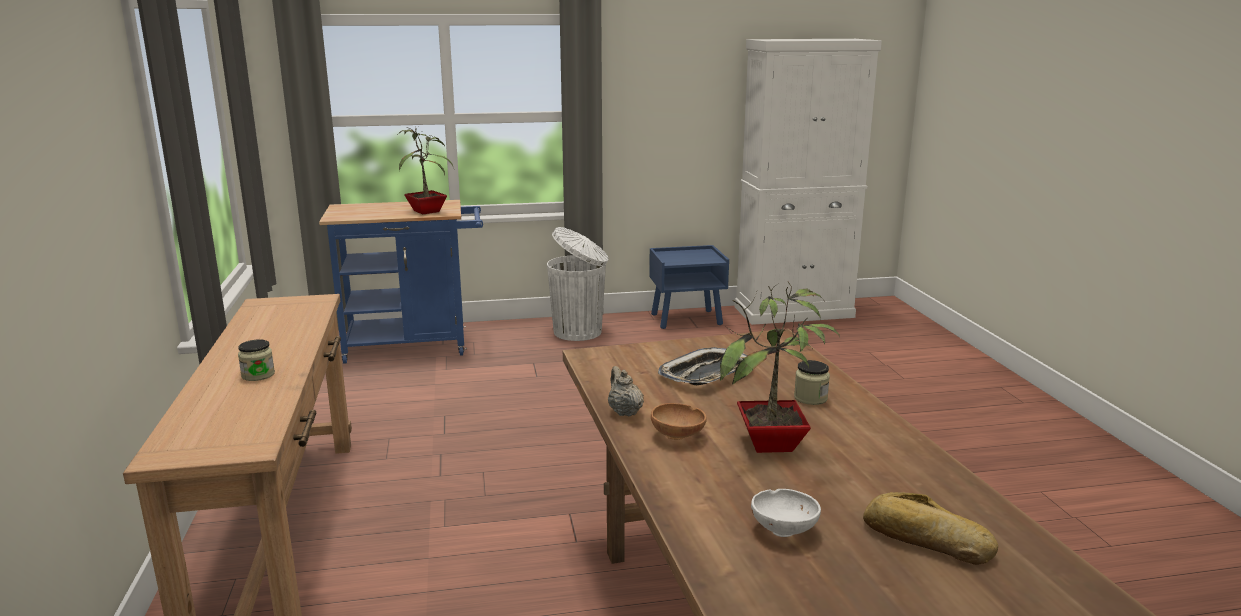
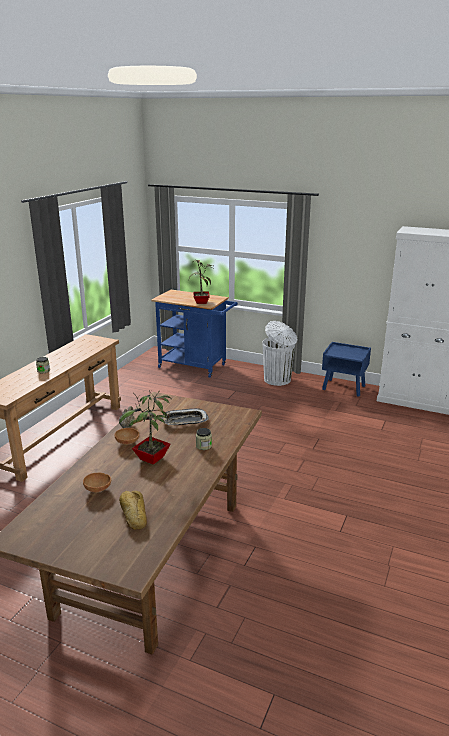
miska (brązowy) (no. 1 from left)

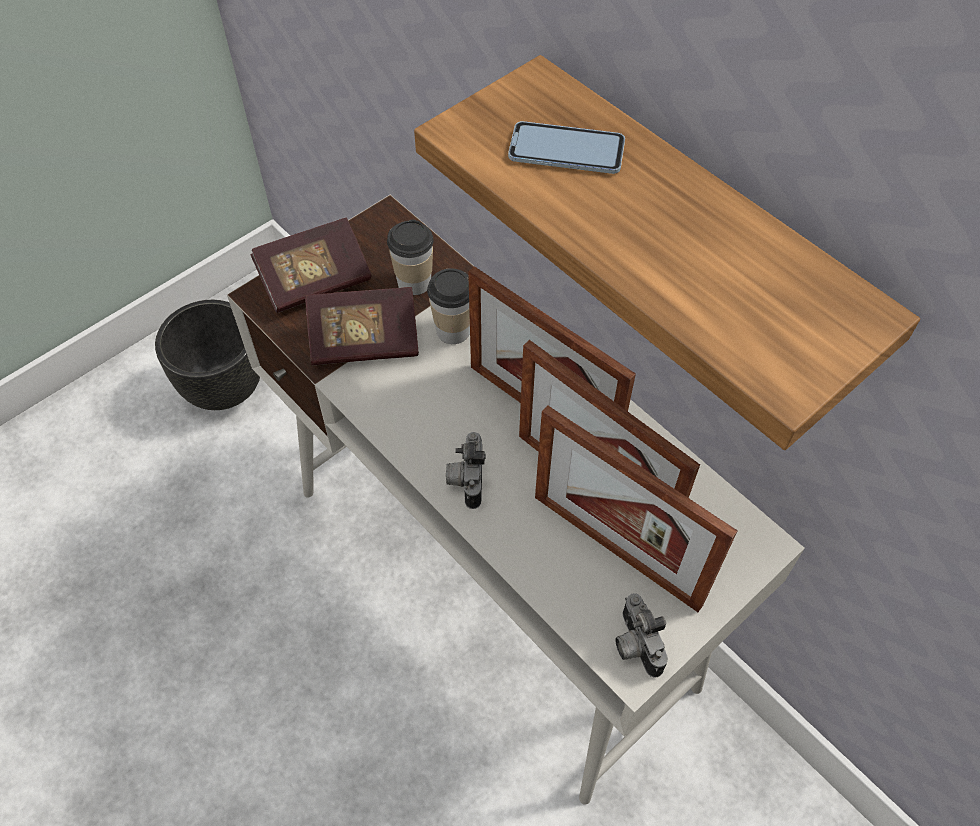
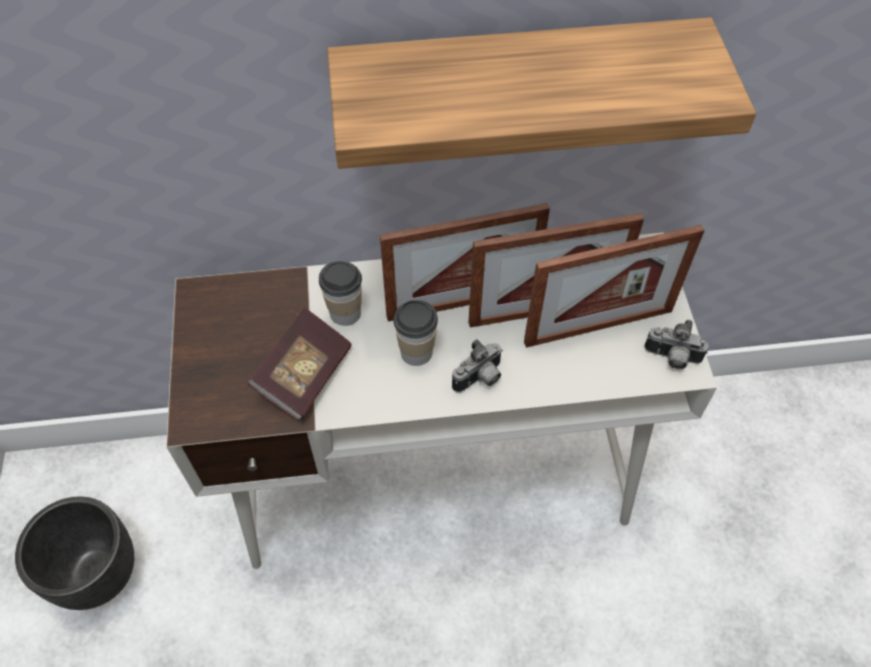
książka (no. 1 from left in the first image); telefon; filiżanka (no. 2 from left); aparat fotograficzny (no. 1 from left)

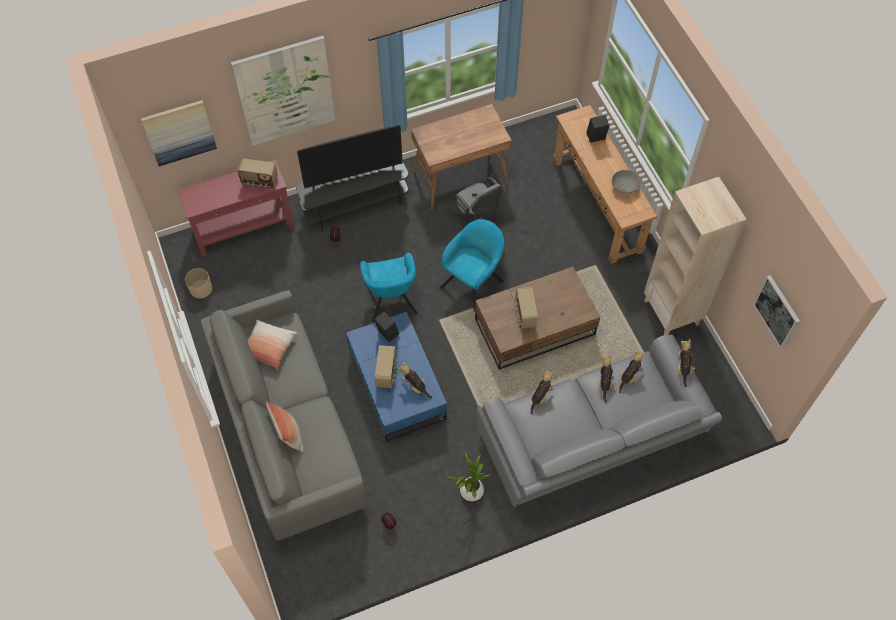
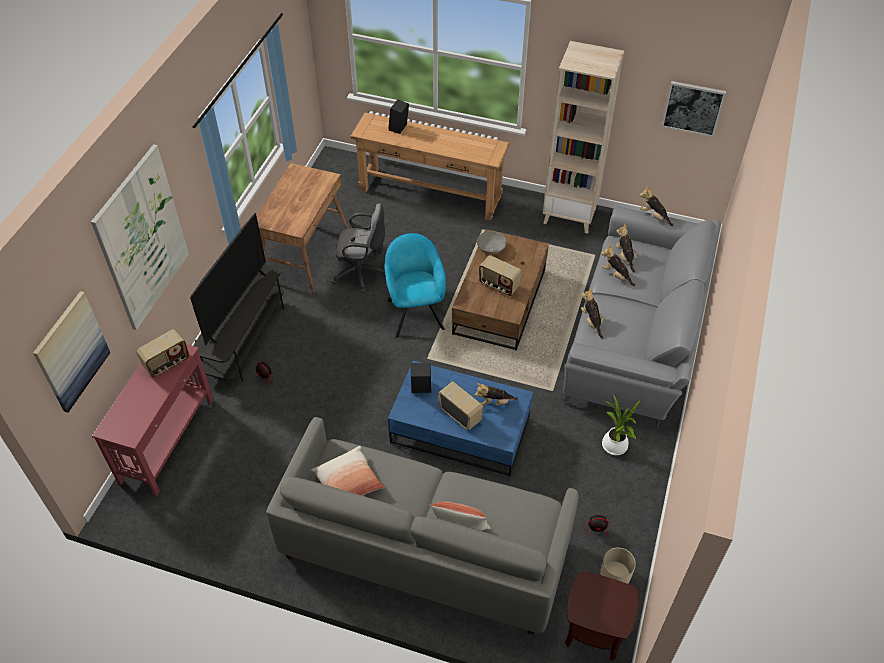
fotel (turkusowy) (no. 1 from left in the first image); stolik (brązowy); donica (beżowy); miska (szary)

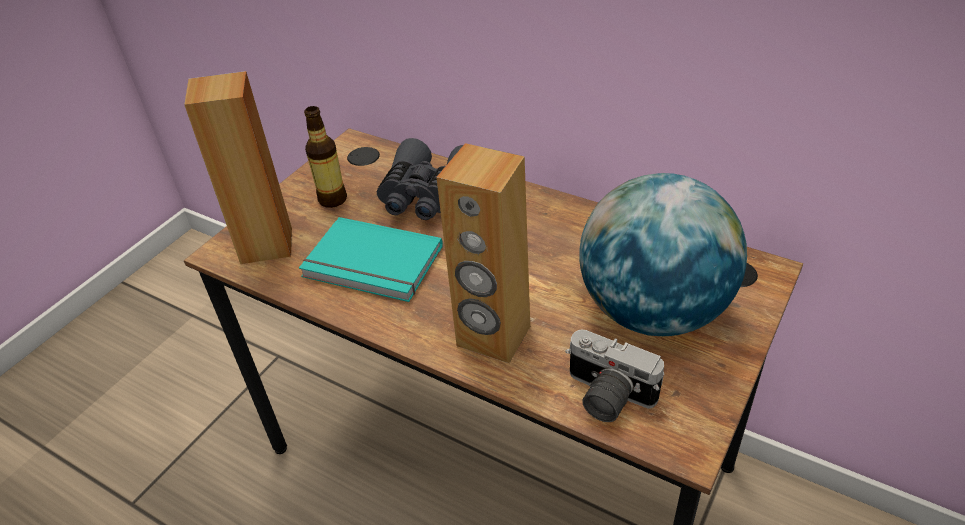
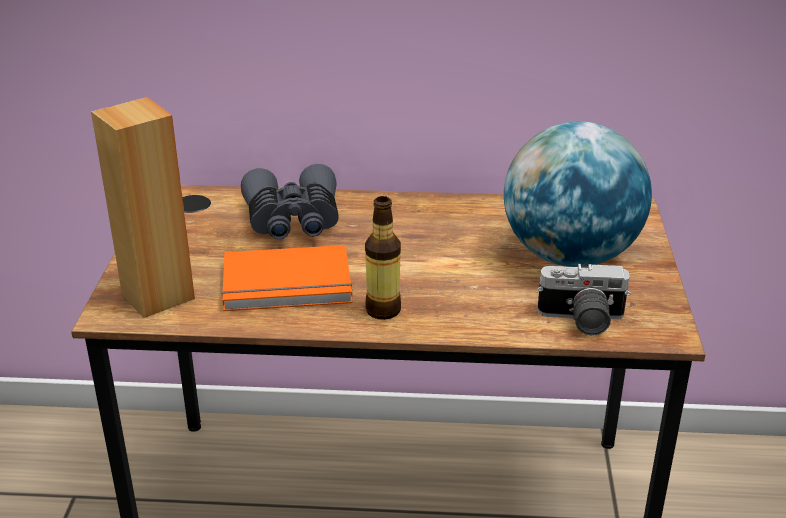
głośnik (brązowy) (no. 2 from left in the first image); butelka; książka (pomarańczowy)

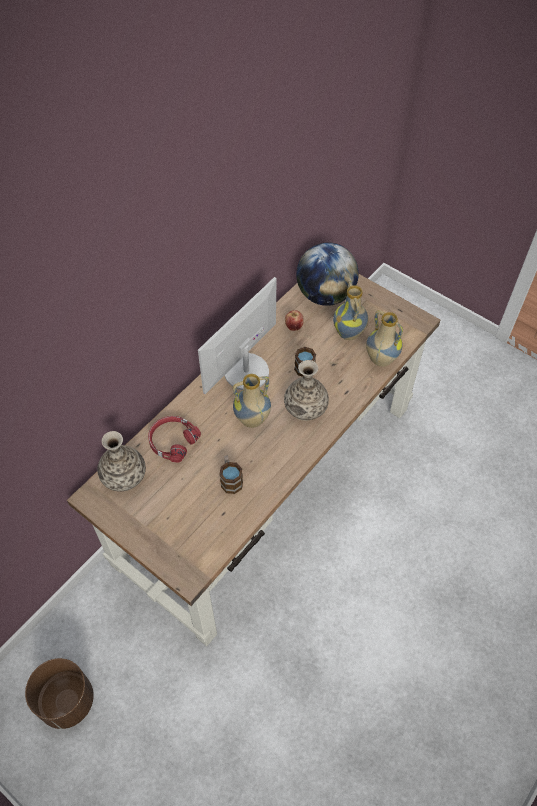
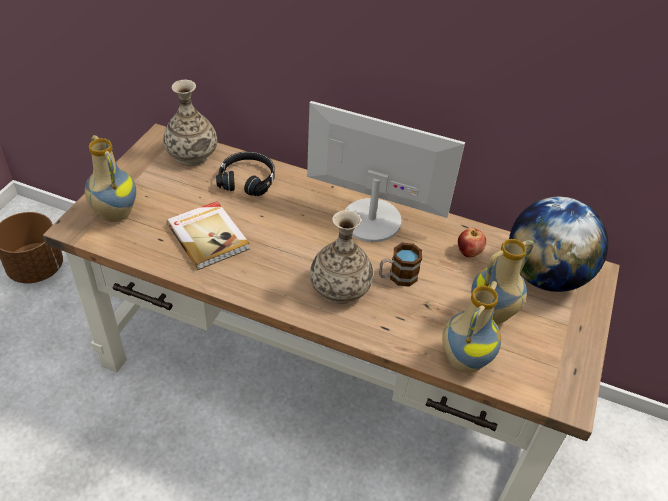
wazon (no. 1 from left); książka; słuchawki (czarny)

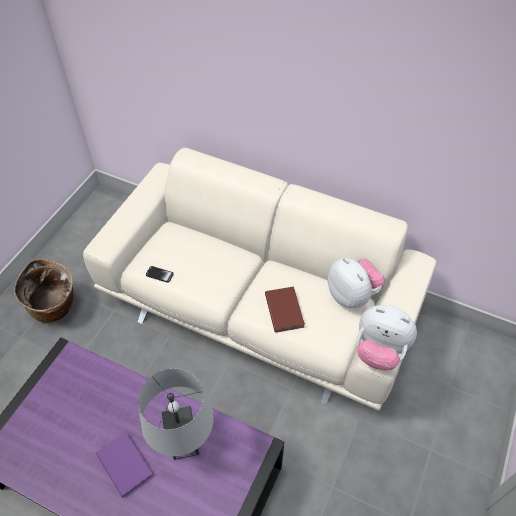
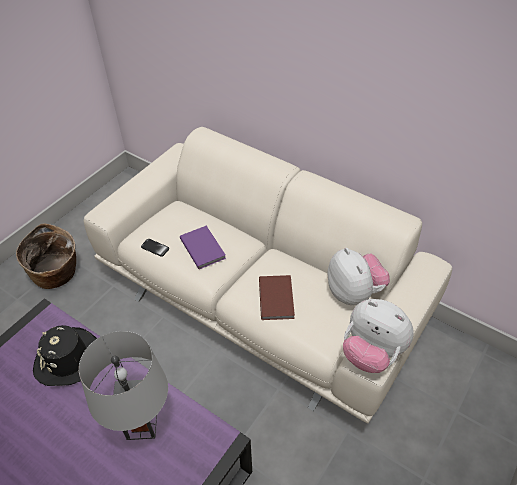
kapelusz (czarny); książka (fioletowy)

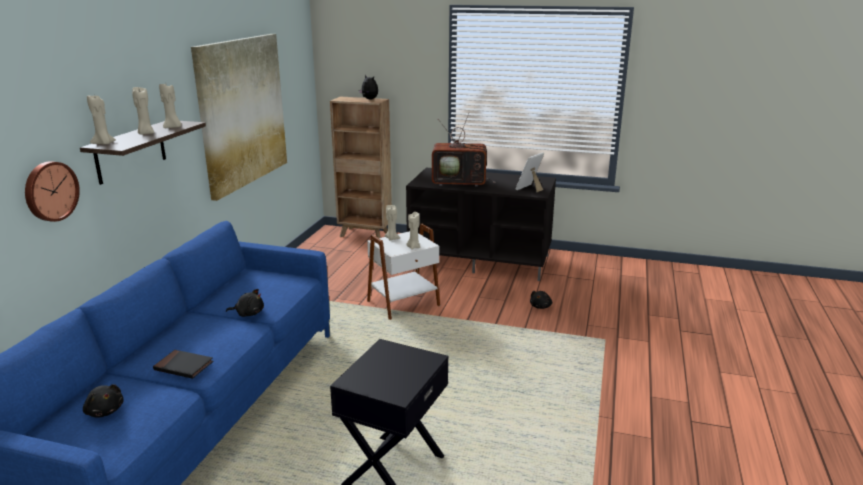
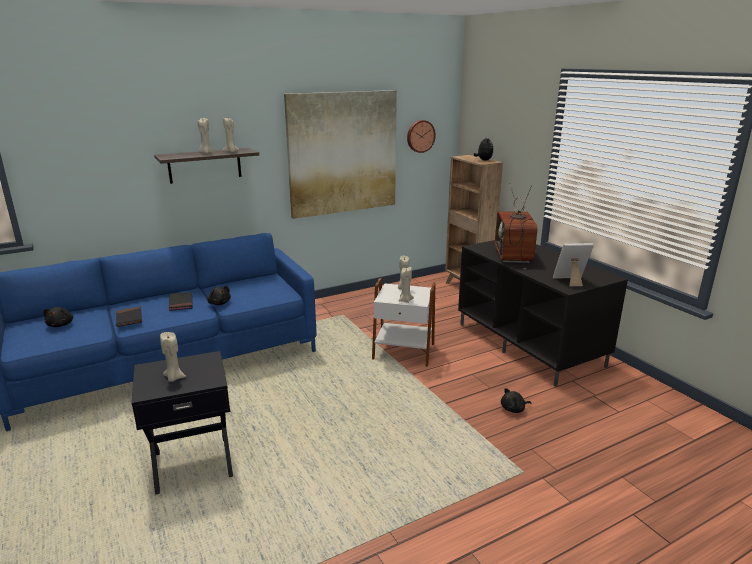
książka (czarny) (no. 2 from left); zegar ścienny; świeca (beżowy) (no. 1 from left); telewizor

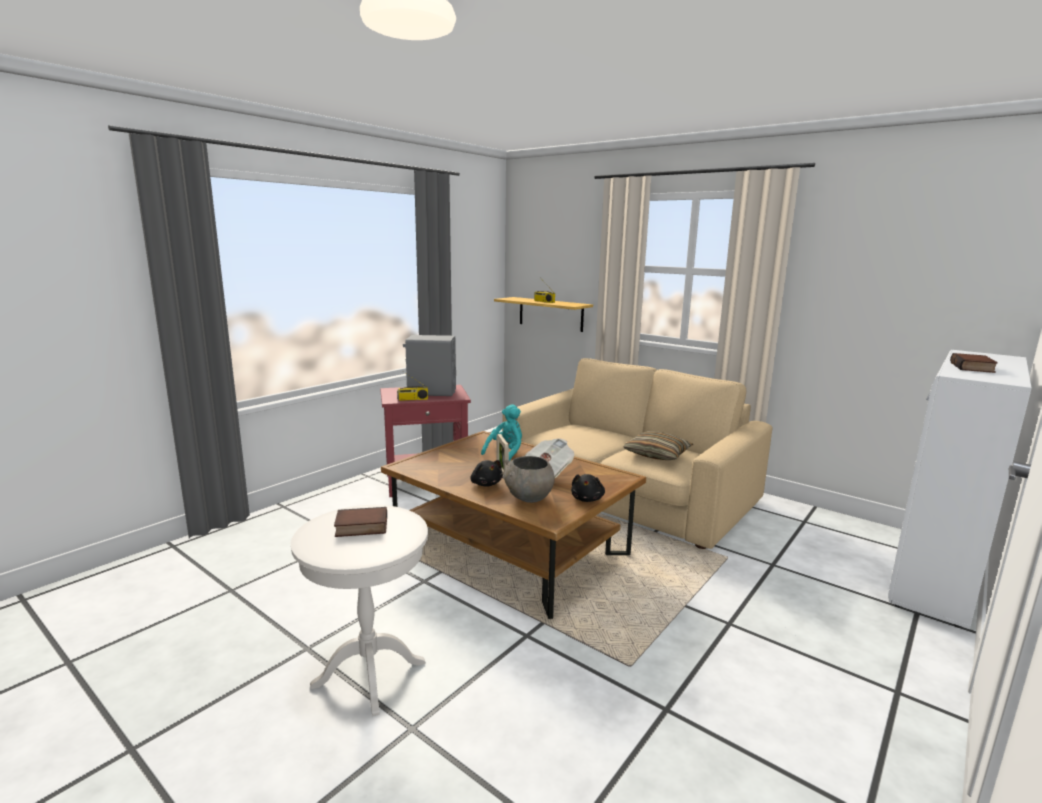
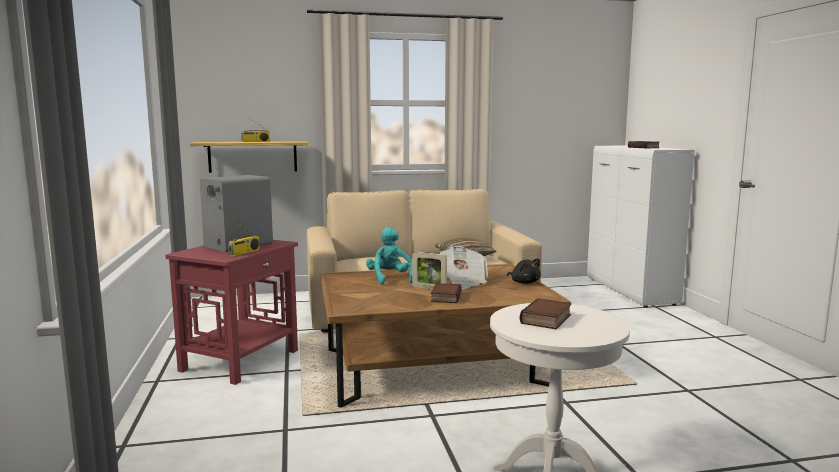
miska (szary); książka (no. 1 from left)

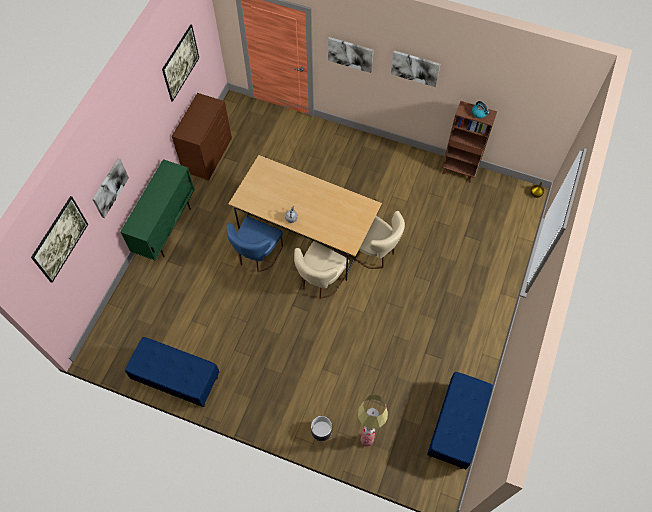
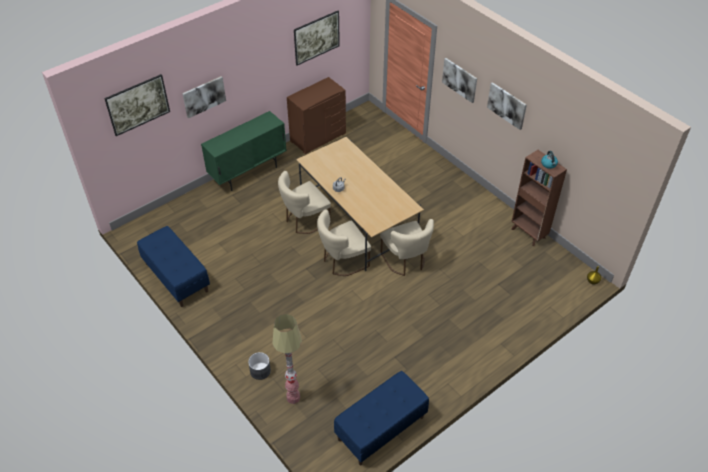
krzesło (beżowy) (no. 1 from left)

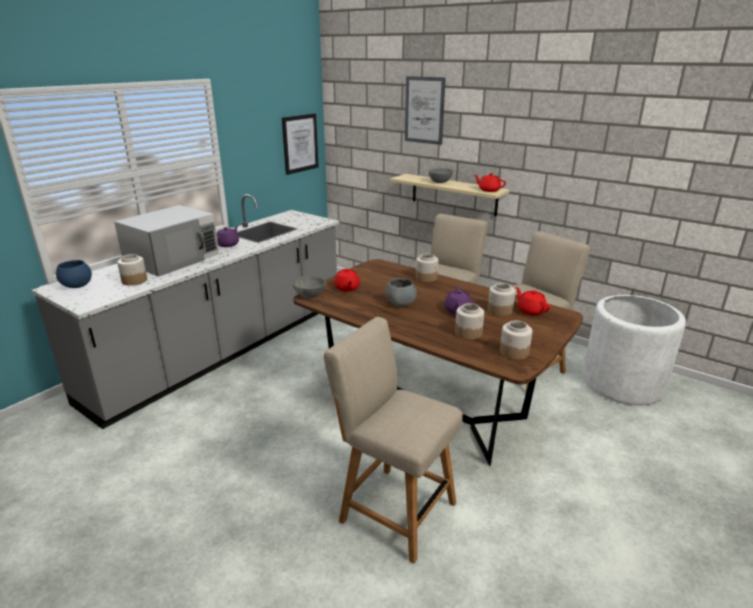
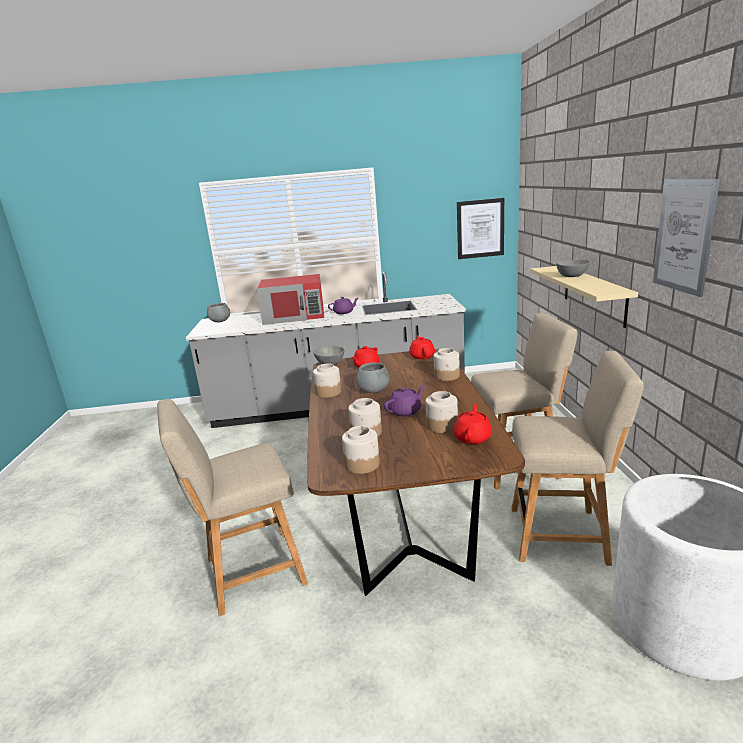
słoik (no. 1 from left); obraz (no. 2 from left); imbryk (czerwony) (no. 2 from left); miska (szary) (no. 1 from left); mikrofalówka (czerwony); krzesło (beżowy) (no. 1 from left)

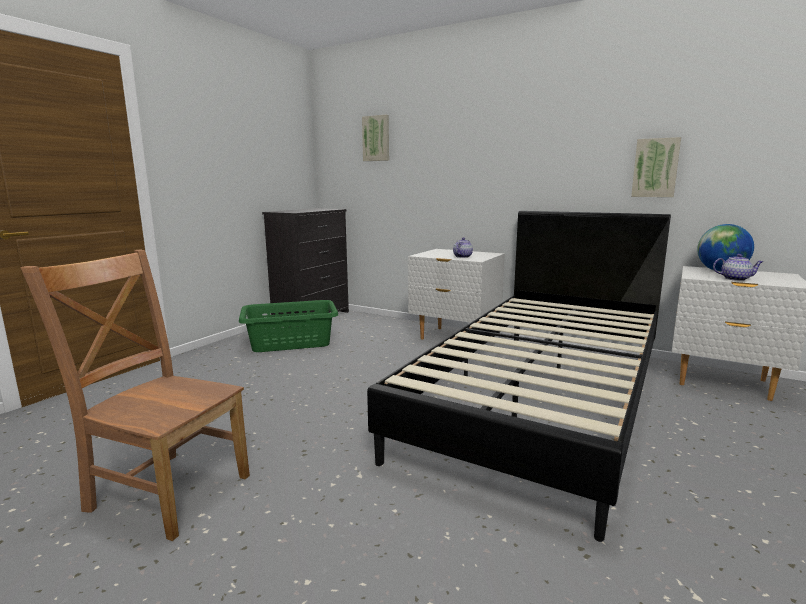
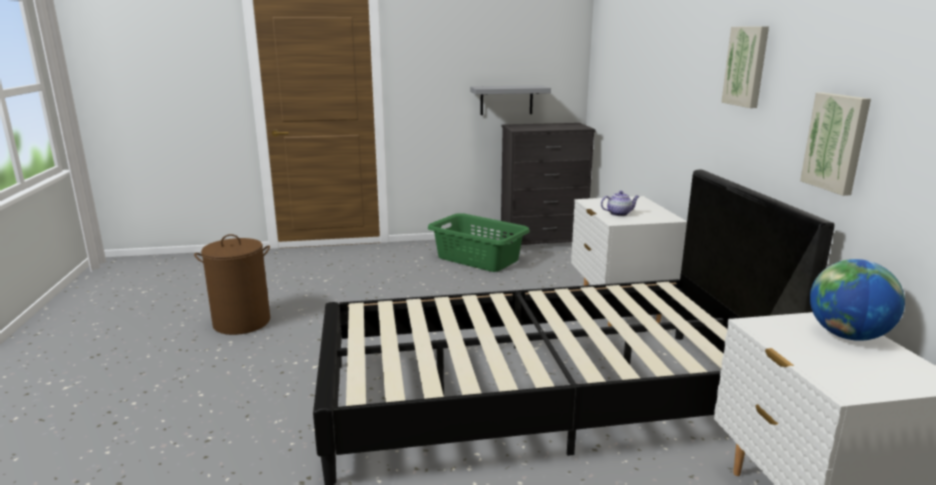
imbryk (no. 2 from left in the first image); półka (szary); obraz (no. 1 from left); kosz na pranie (brązowy)

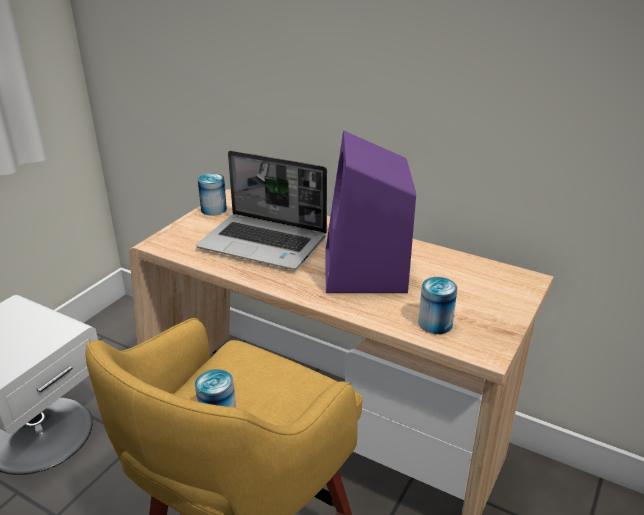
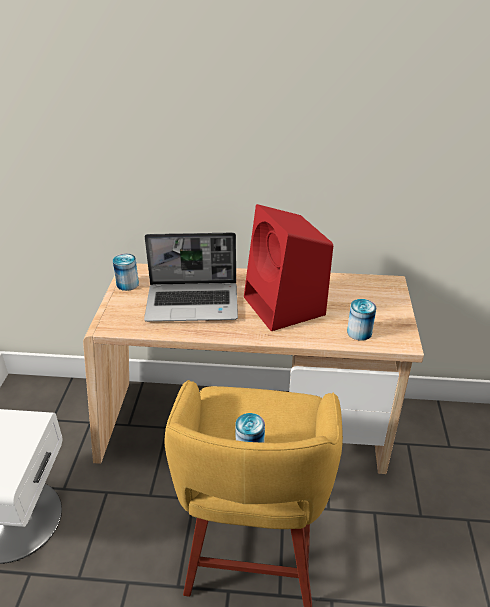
głośnik (czerwony)

